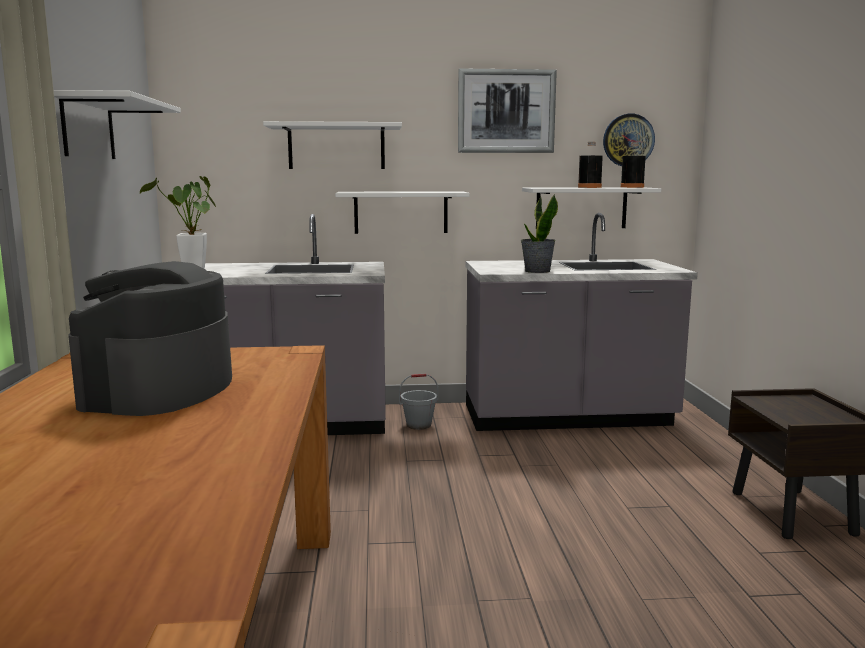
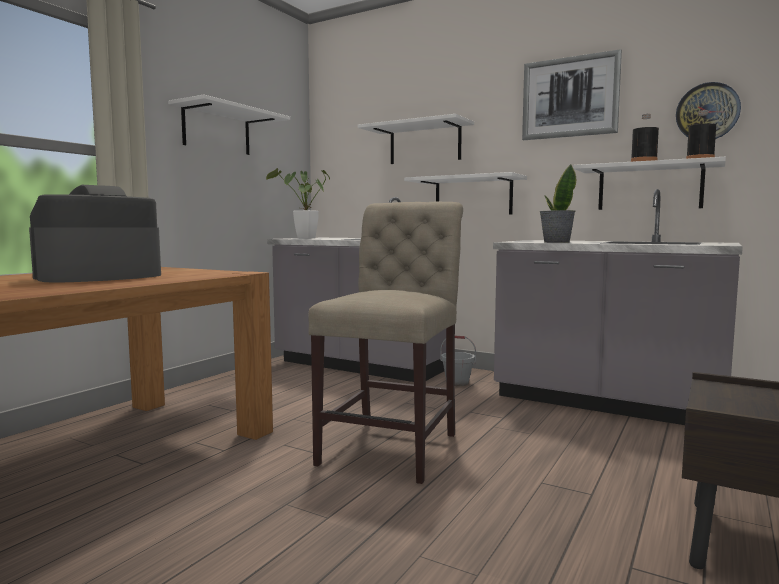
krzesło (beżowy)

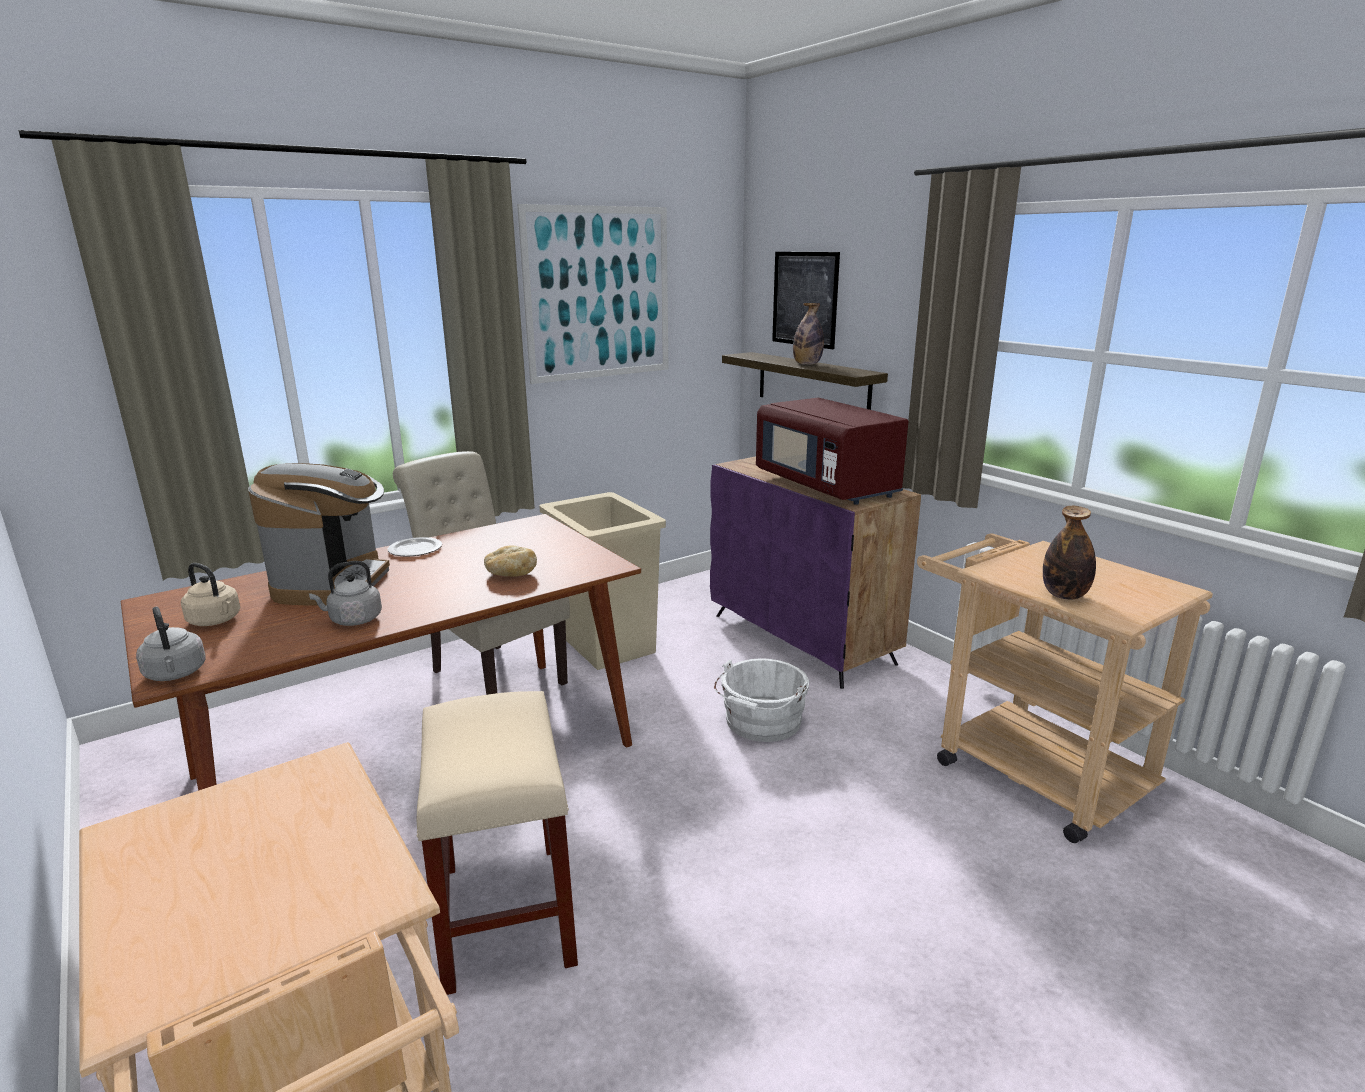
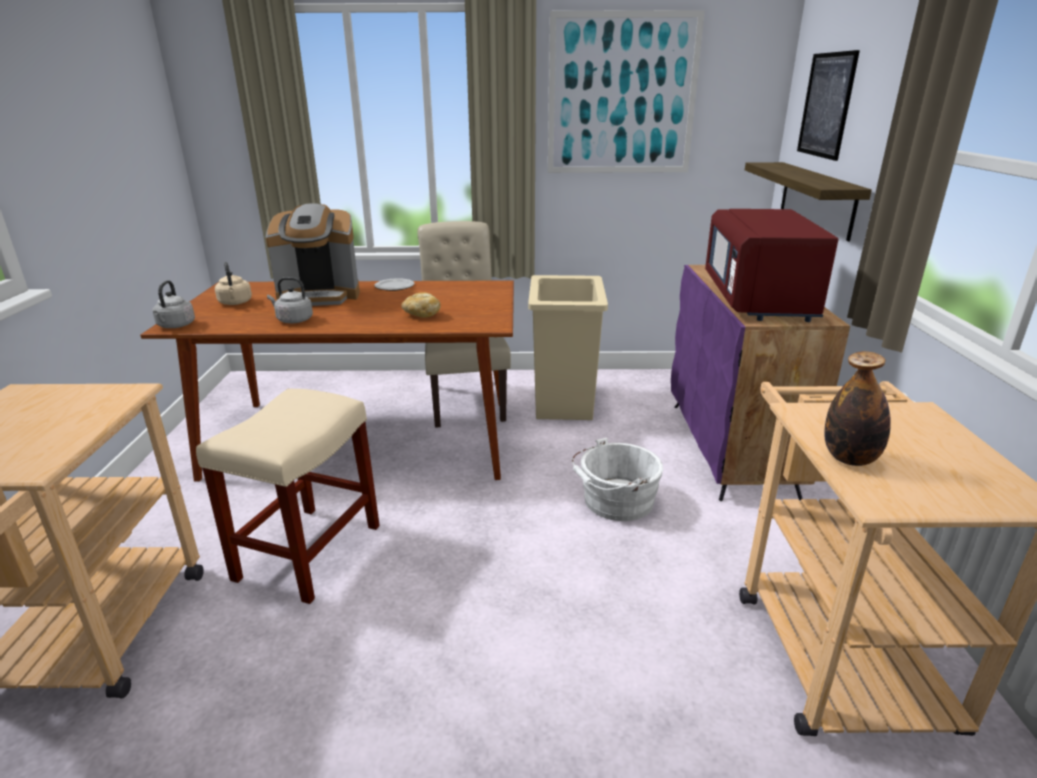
butelka (no. 1 from left in the first image); ekspres do kawy

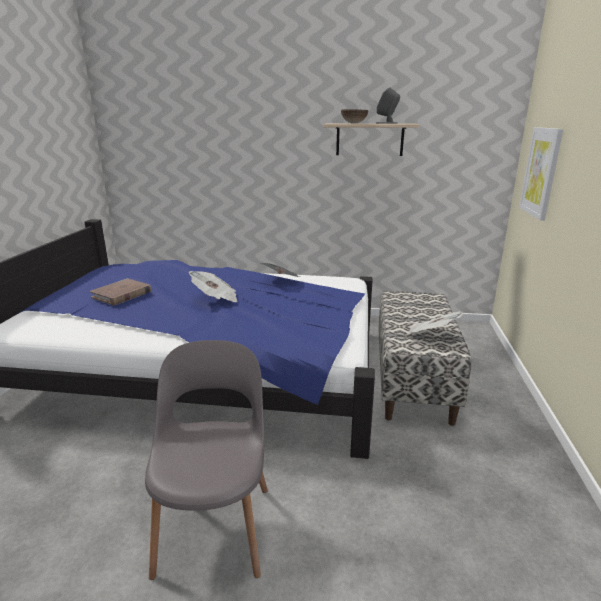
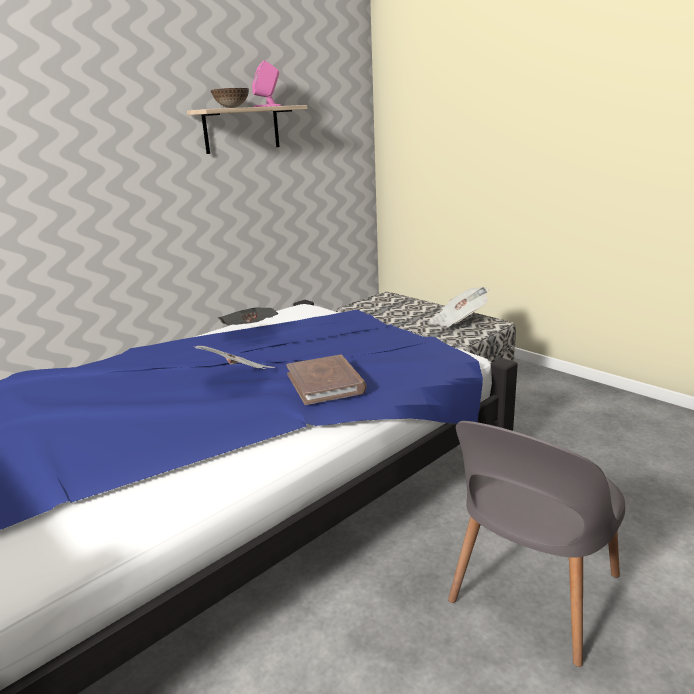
obraz; książka (brązowy); głośnik (różowy); krzesło (szary)

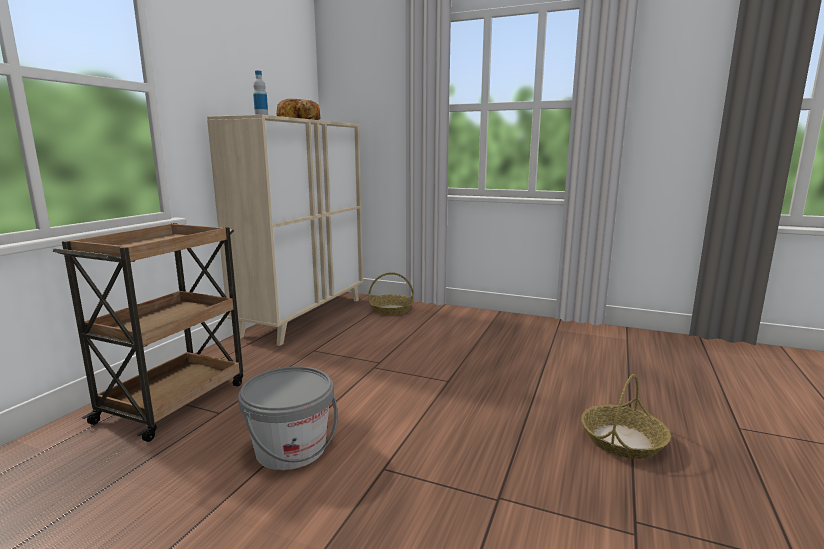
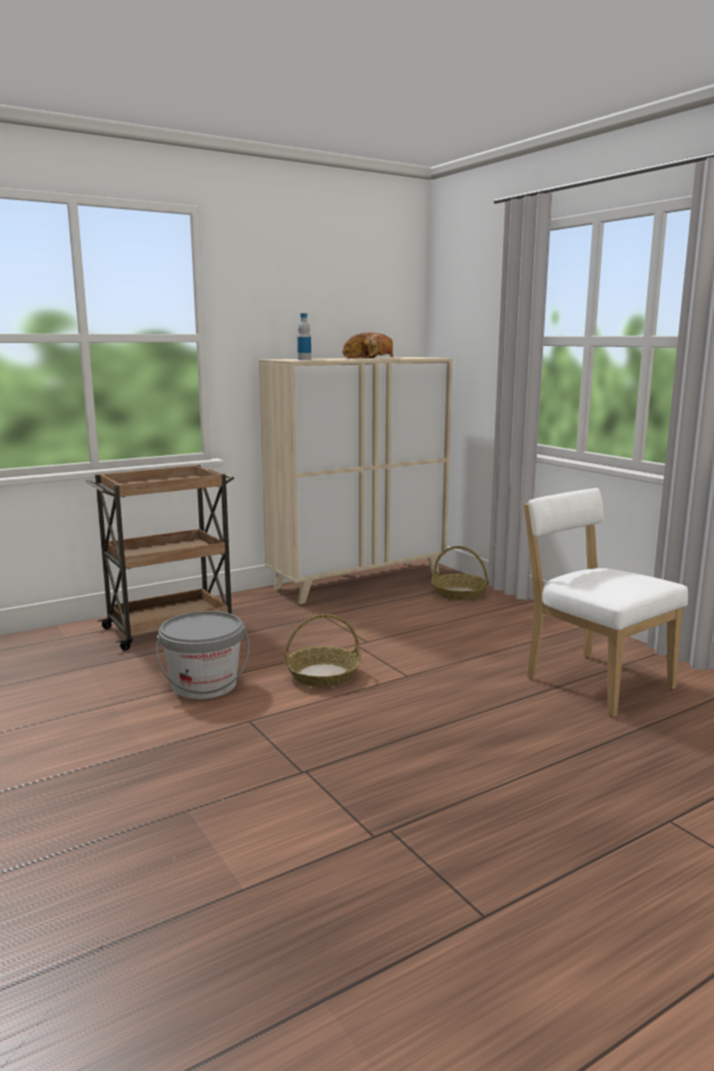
krzesło (biały); koszyk (no. 1 from left)

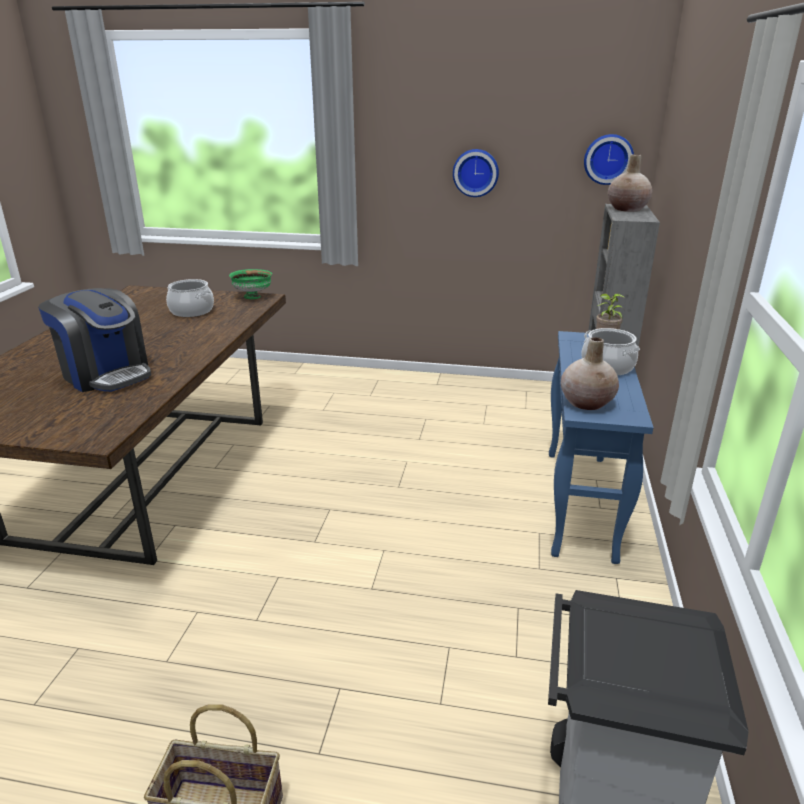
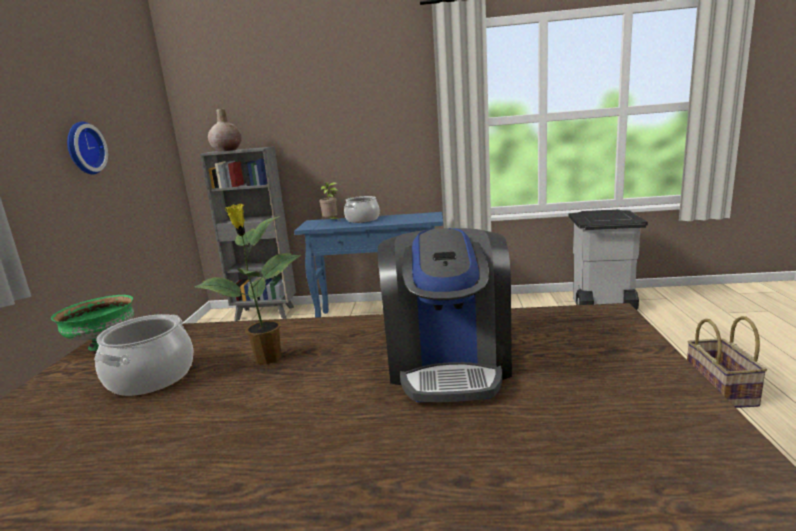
wazon (beżowy) (no. 1 from left in the first image); zegar ścienny (no. 2 from left in the first image); roślina doniczkowa (no. 1 from left); ekspres do kawy

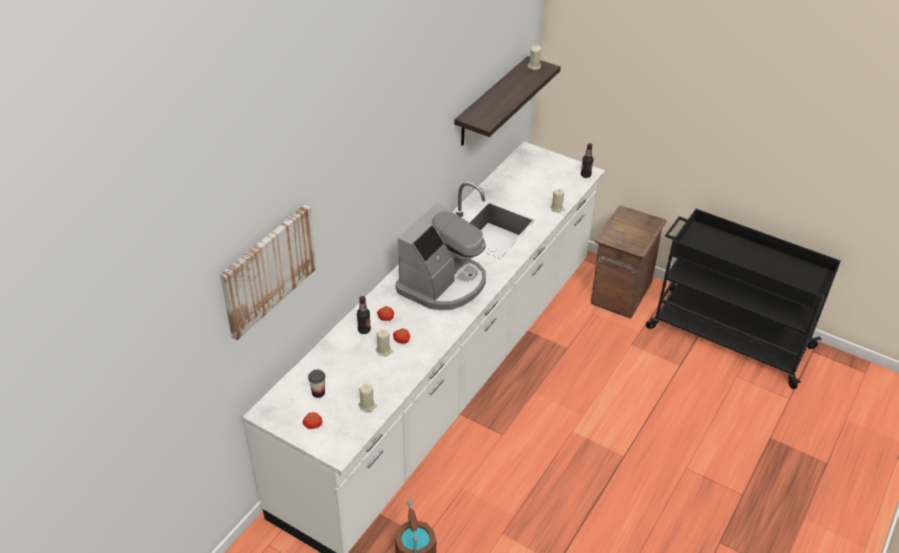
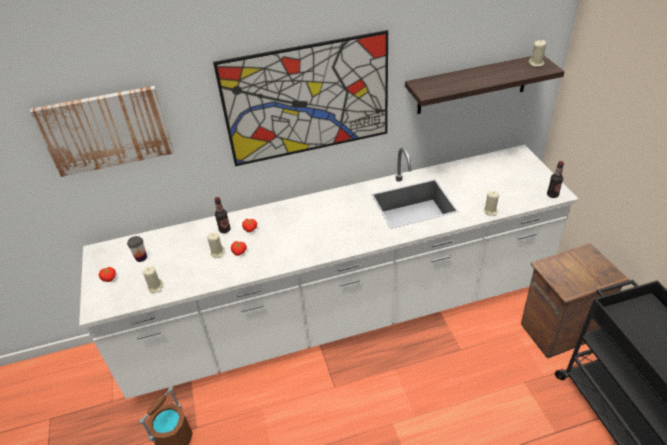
ekspres do kawy; obraz (no. 2 from left)

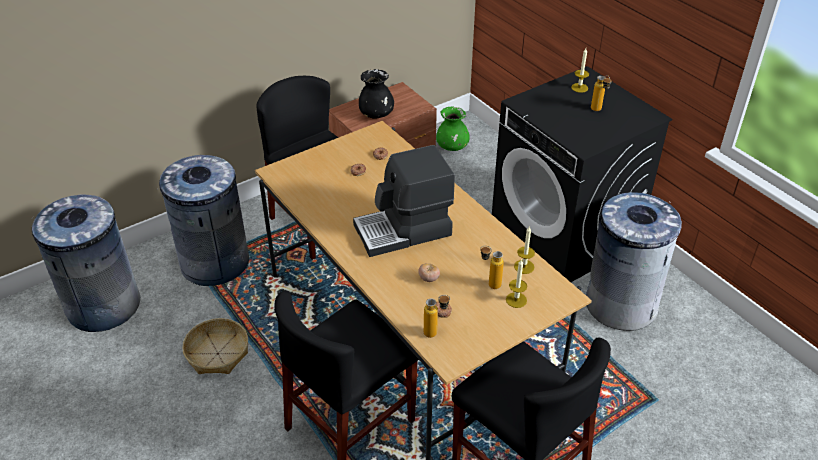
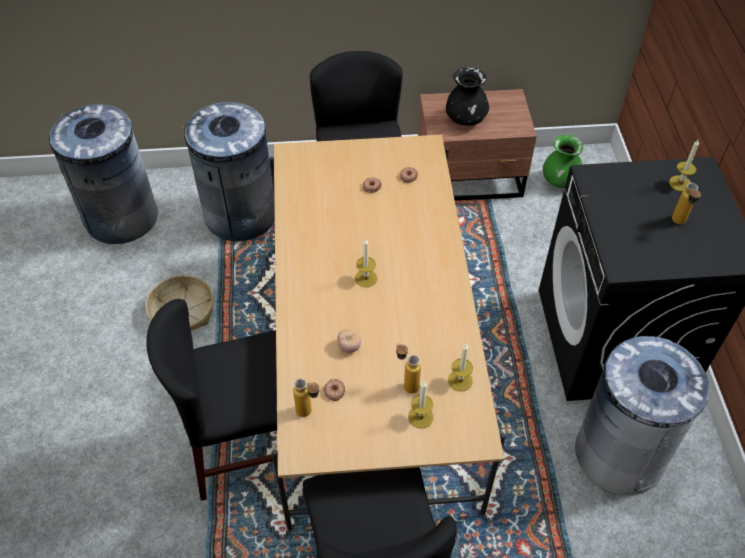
świeca (no. 1 from left)

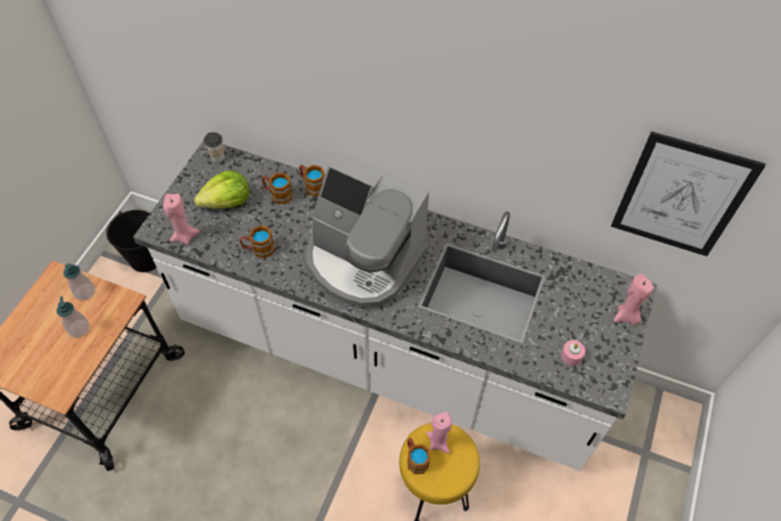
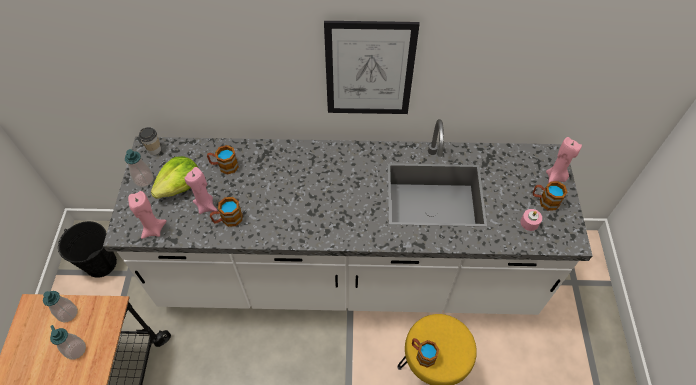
ekspres do kawy; dozownik mydła (no. 3 from left); kubek (no. 4 from left); świeca (różowy) (no. 2 from left); obraz

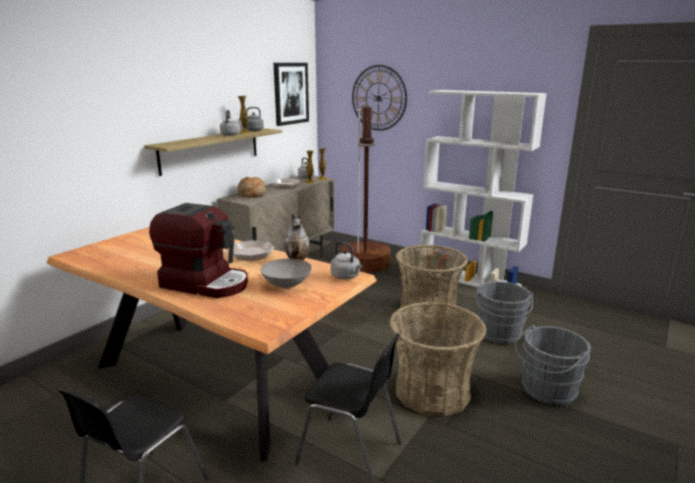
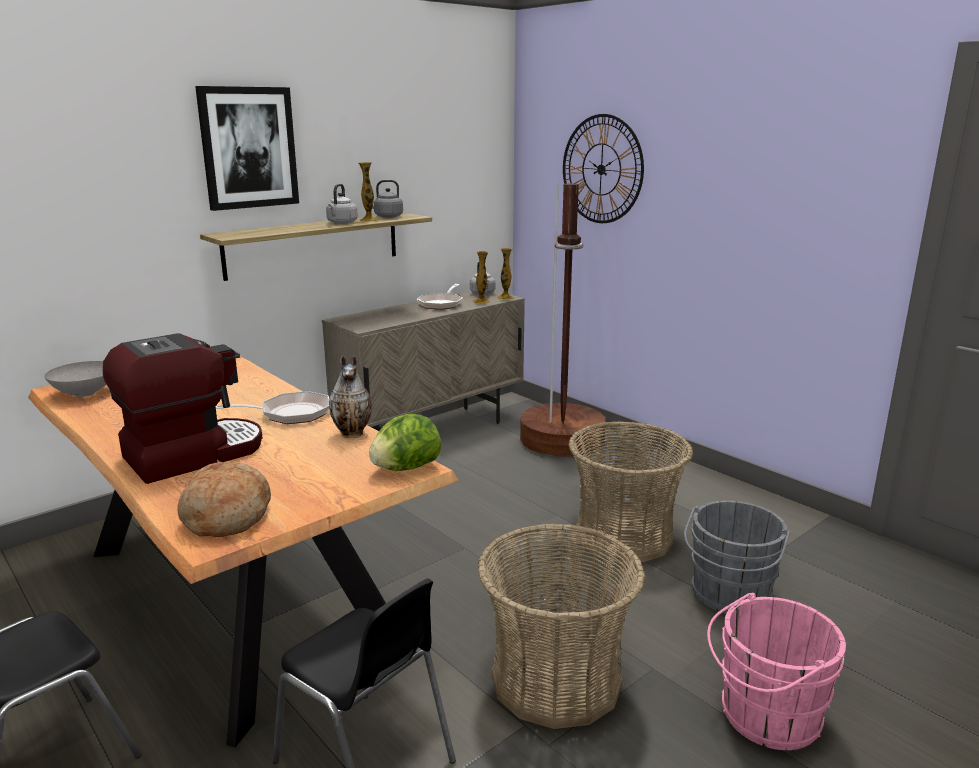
regał (biały); chleb; miska (szary); obraz; sałata; wiadro (różowy); ekspres do kawy

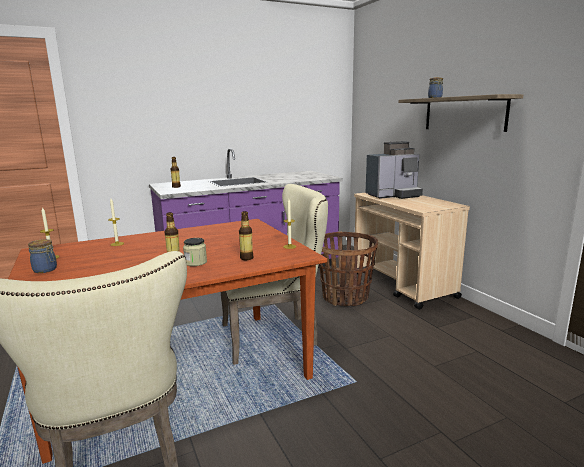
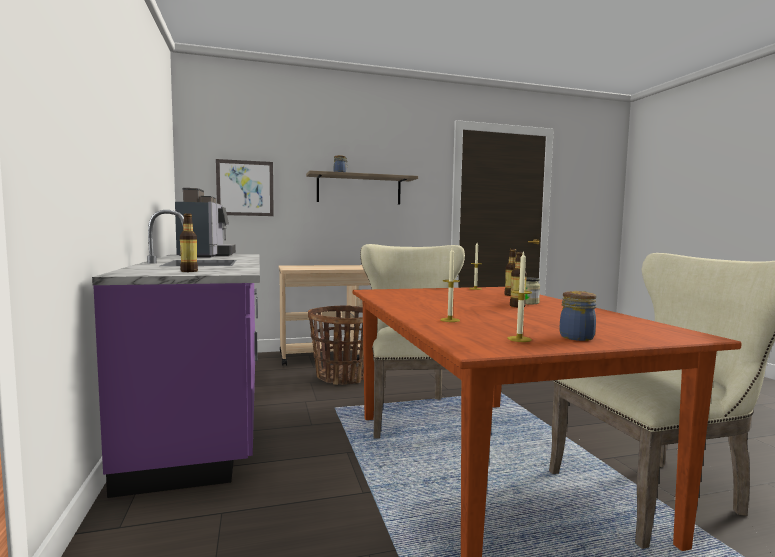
obraz; ekspres do kawy

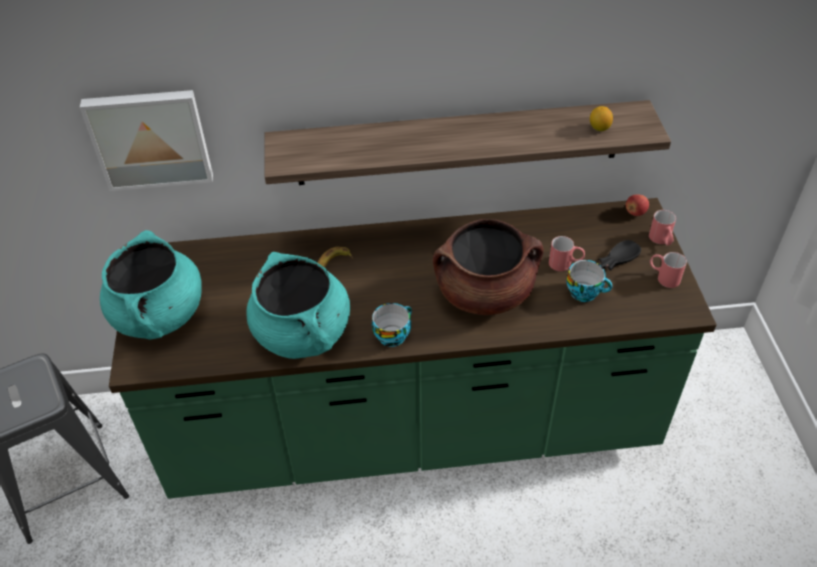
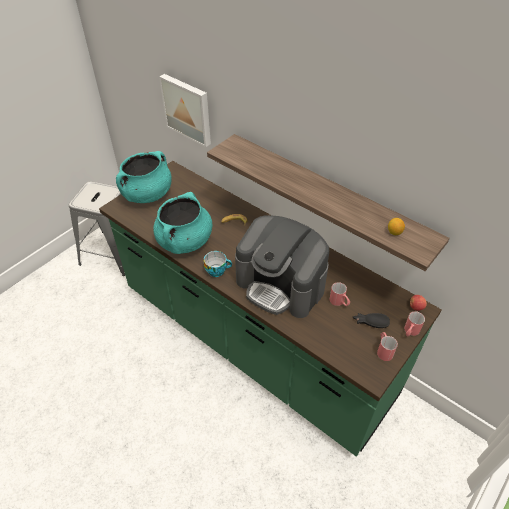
filiżanka (no. 2 from left in the first image); ekspres do kawy

